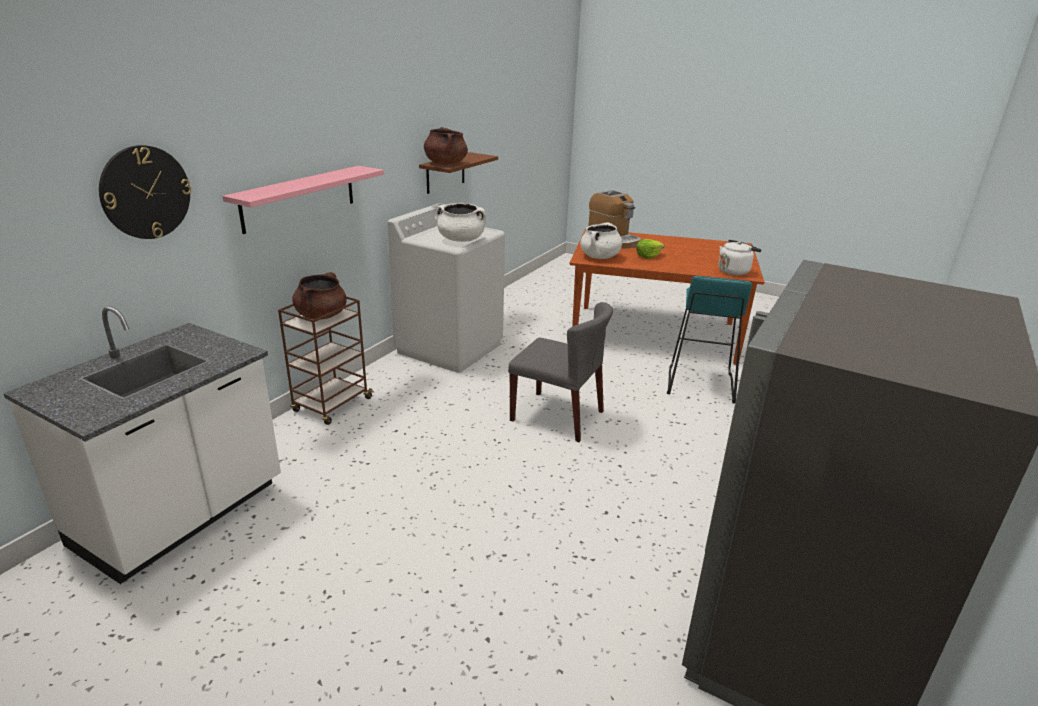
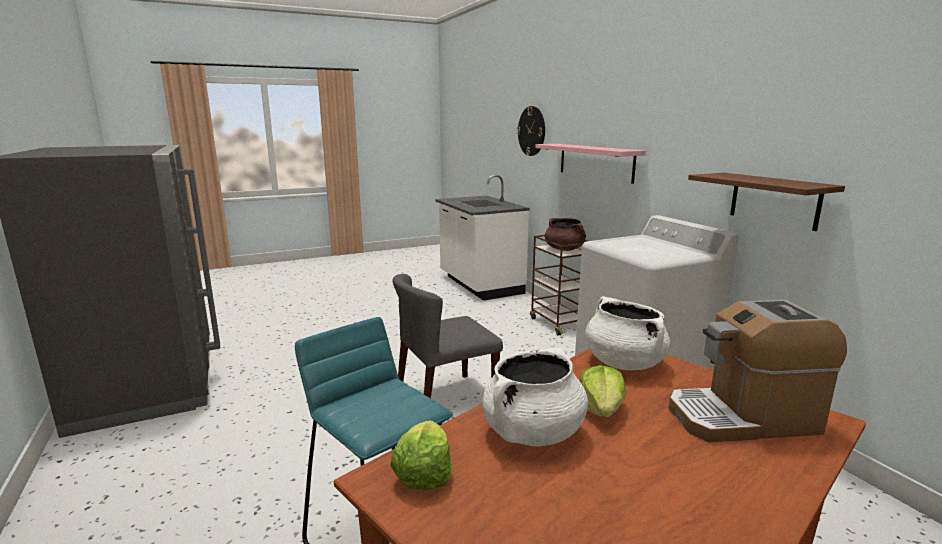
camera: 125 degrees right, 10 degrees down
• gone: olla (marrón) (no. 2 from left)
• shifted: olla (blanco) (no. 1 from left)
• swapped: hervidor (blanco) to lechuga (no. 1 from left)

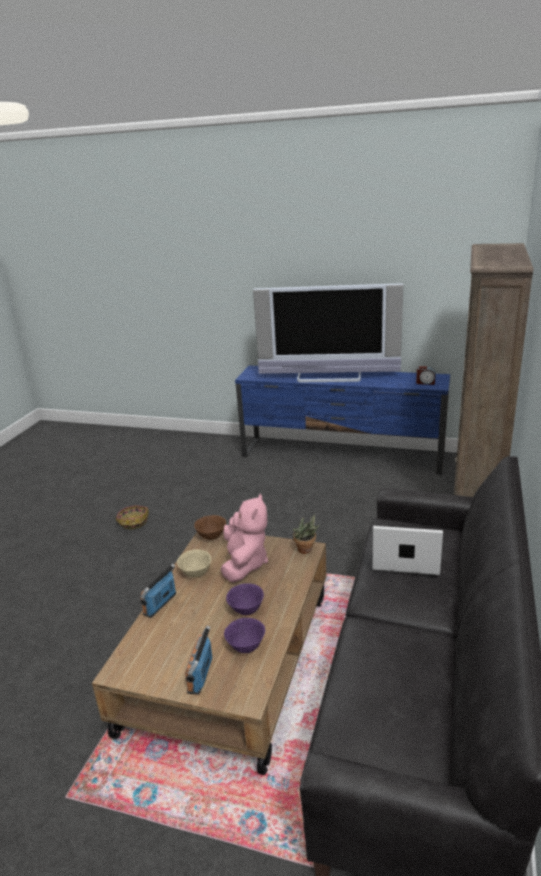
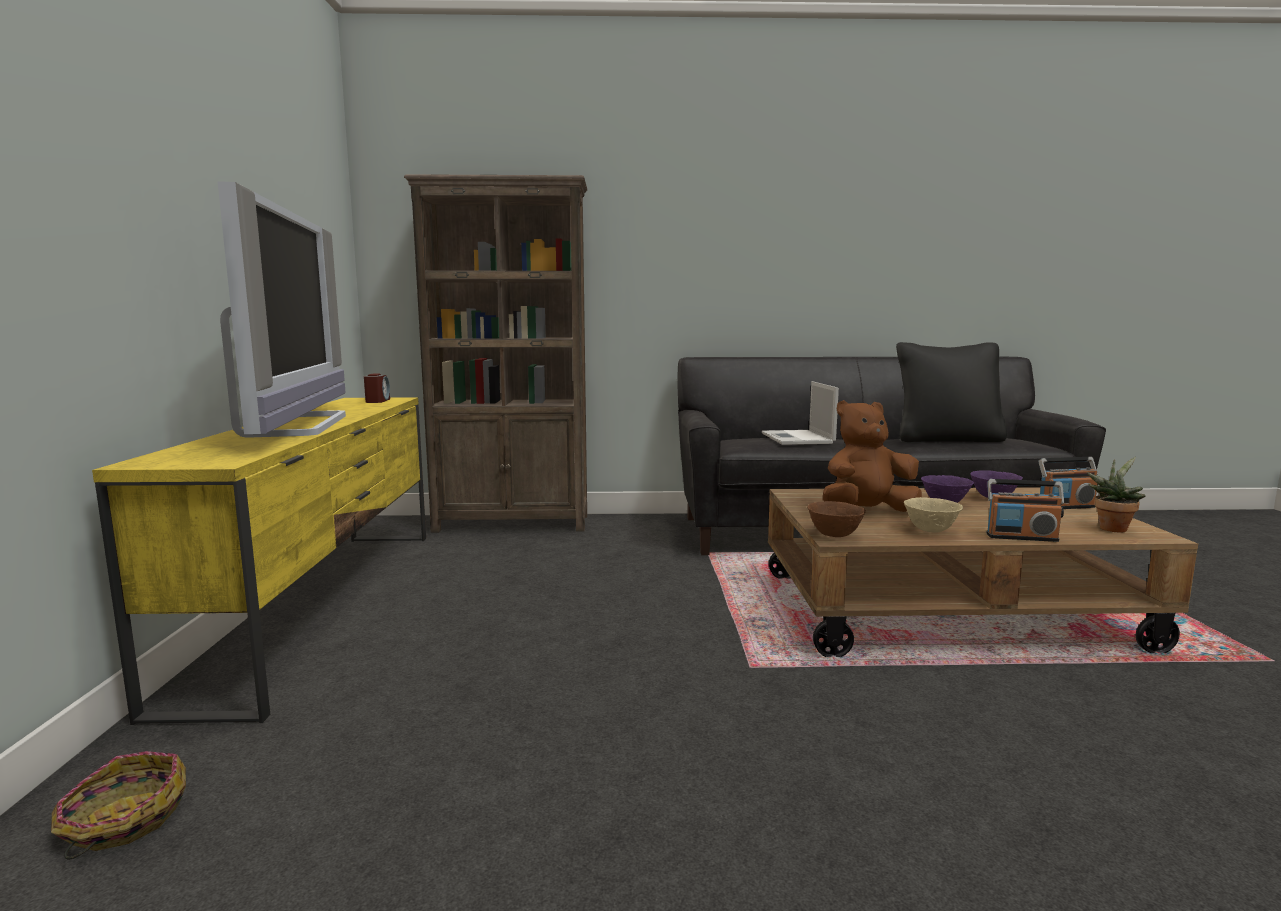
camera: 110 degrees left, 15 degrees down
• new: cojín (negro)
• shifted: cesta
• shifted: planta en maceta
• repainted: peluche (rosa) to peluche (marrón)
• repainted: mueble de televisión (azul) to mueble de televisión (amarillo)

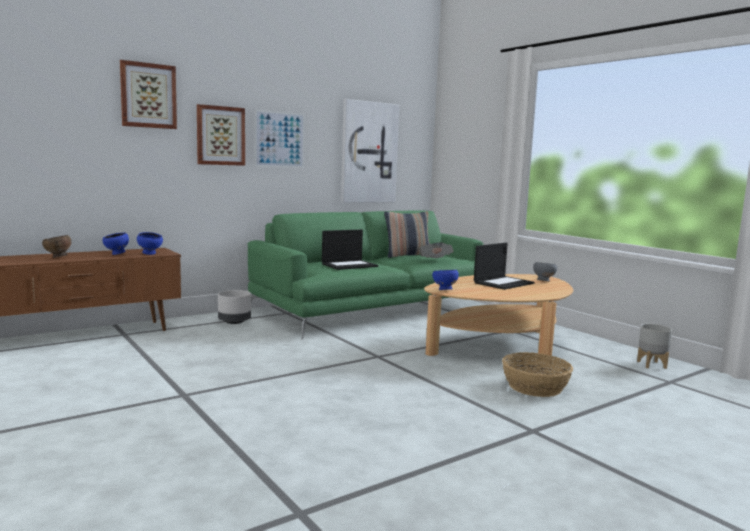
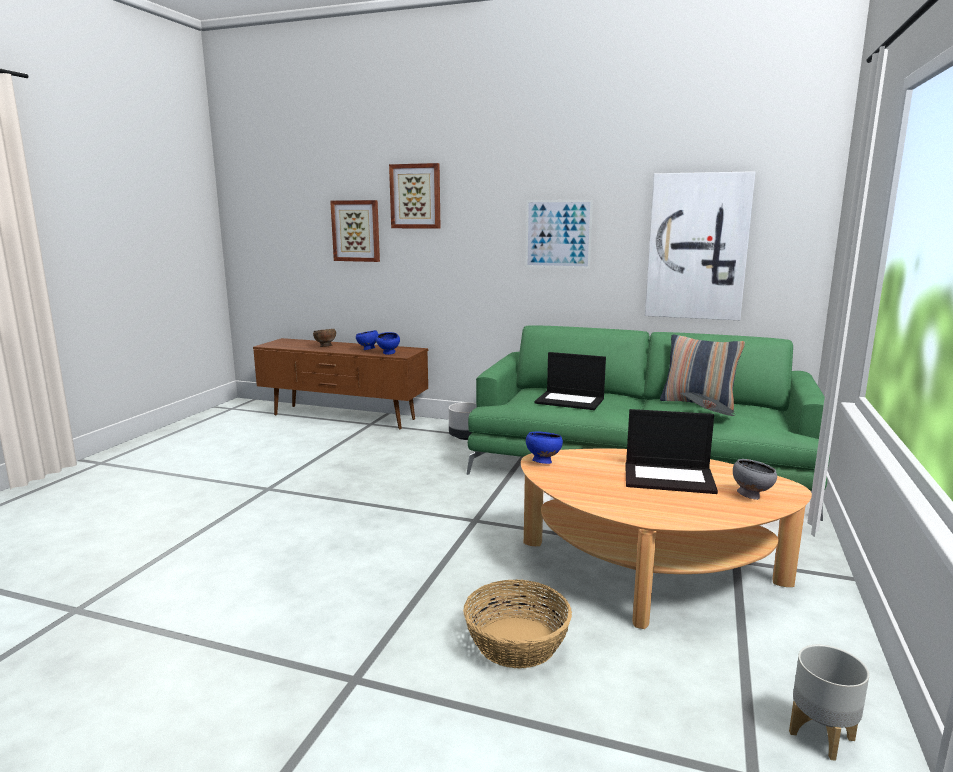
camera: 55 degrees right, 5 degrees up
• shifted: cuadro (no. 2 from left in the first image) to cuadro (no. 1 from left)

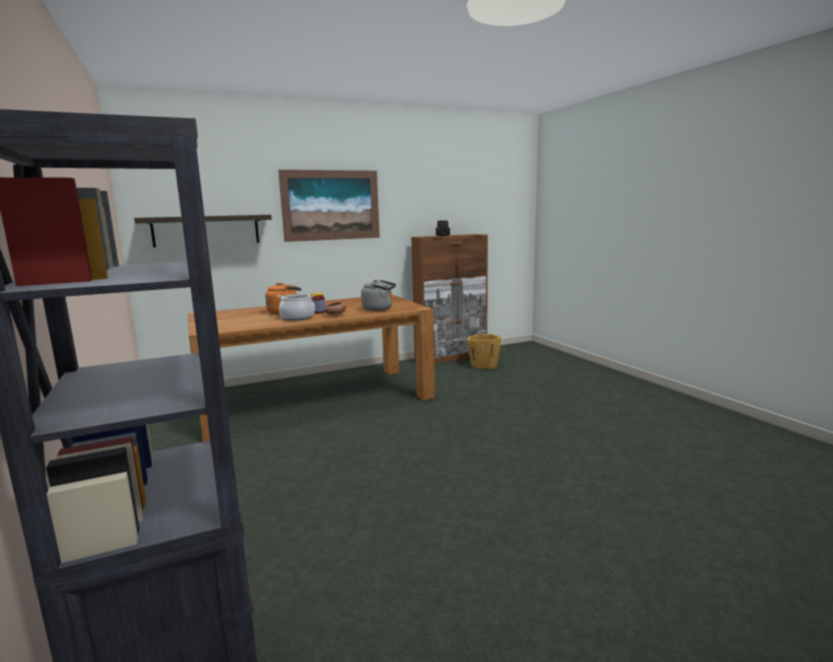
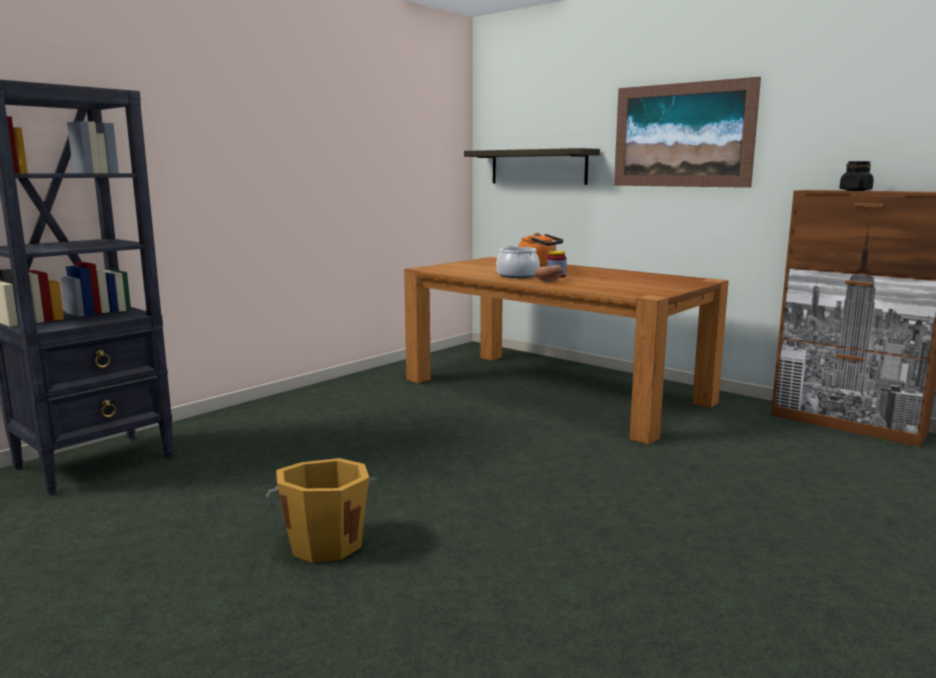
camera: 65 degrees right, 0 degrees up
• gone: hervidor (gris)
• shifted: cubo (naranja)

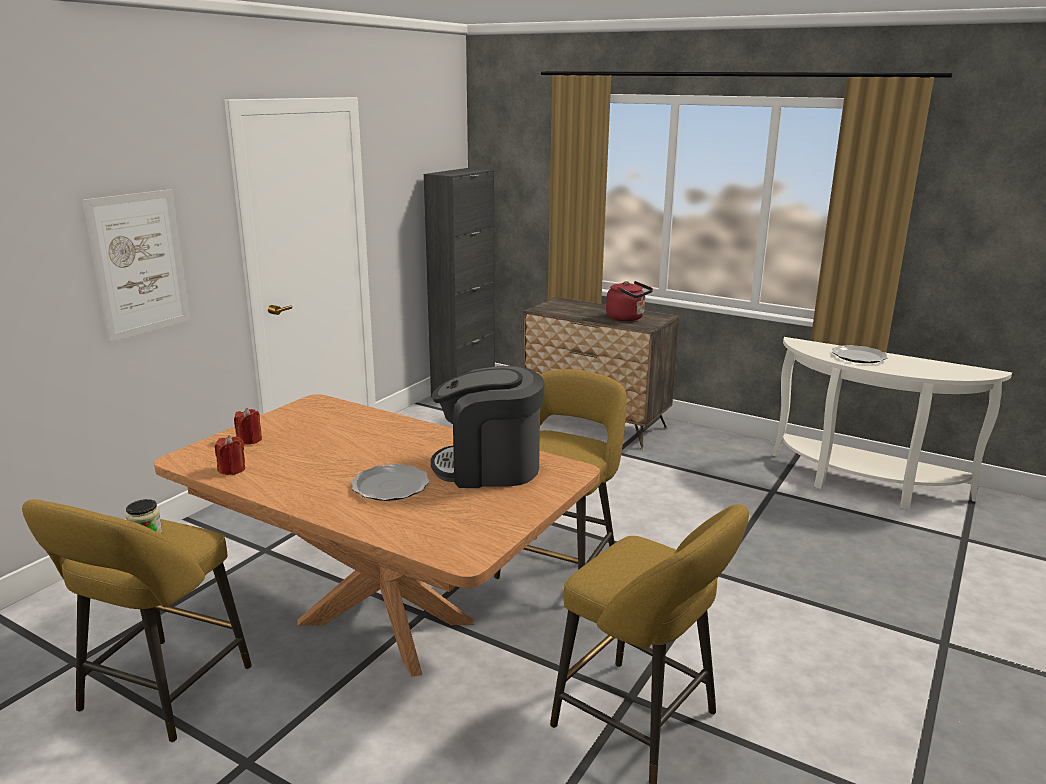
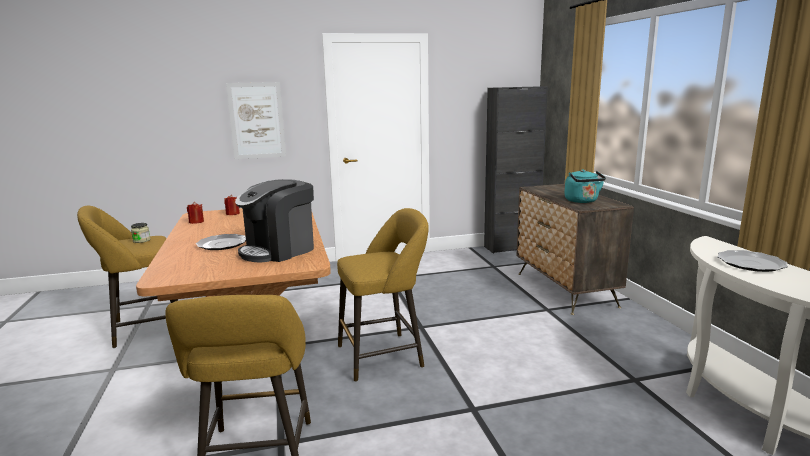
camera: 45 degrees right, 5 degrees down
• repainted: hervidor (rojo) to hervidor (turquesa)
• rotated: cafetera 90 degrees counterclockwise

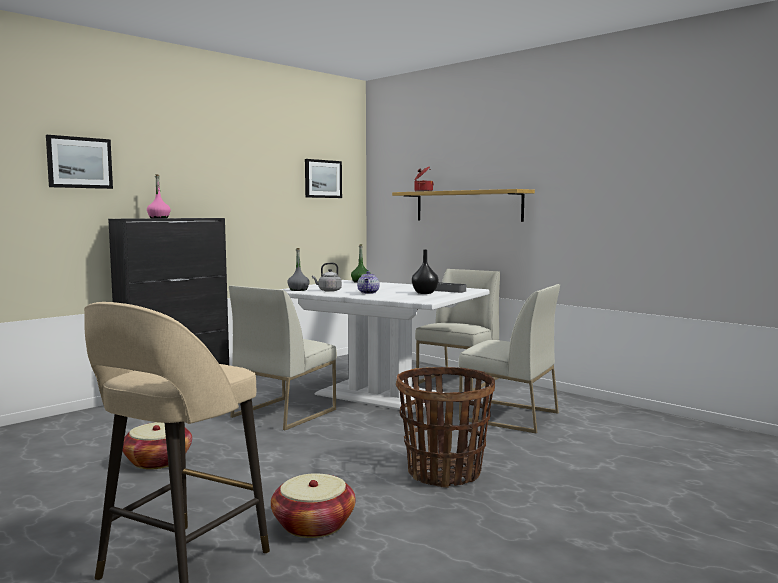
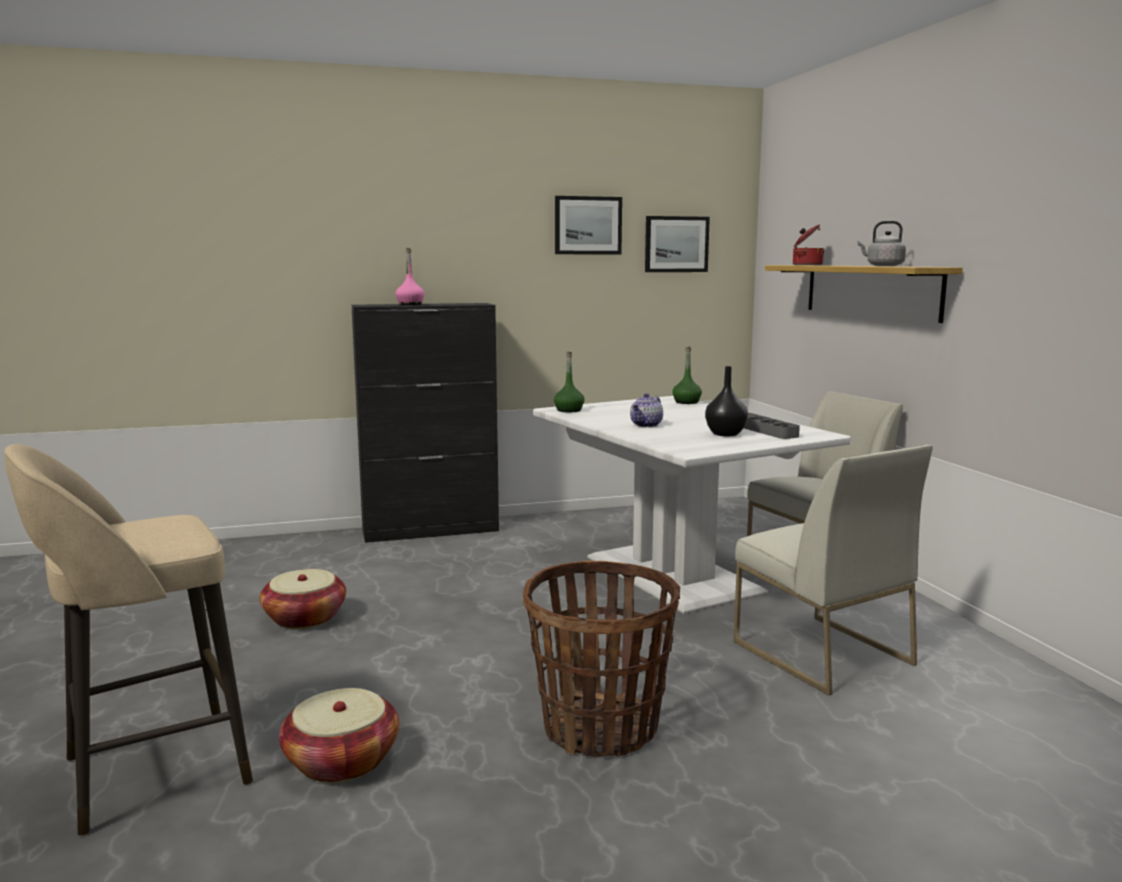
camera: 30 degrees right, 5 degrees up
• gone: silla (blanco) (no. 1 from left)
• shifted: cuadro (no. 1 from left)
• shifted: hervidor (gris)
• repainted: botella (gris) to botella (verde) (no. 1 from left)

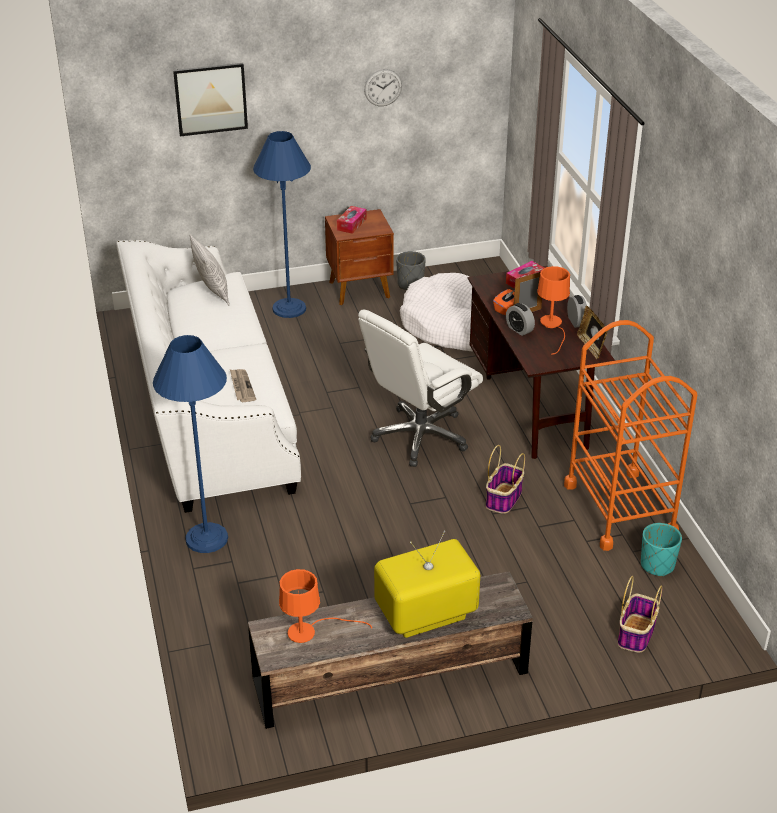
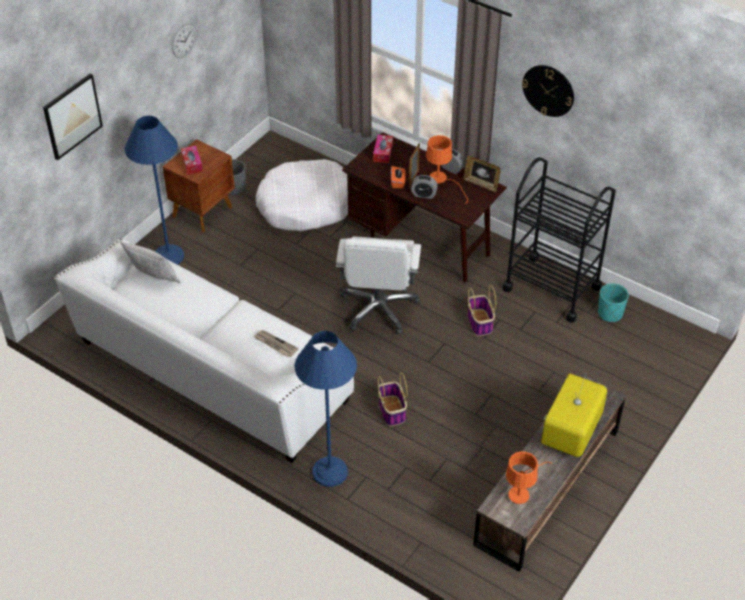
camera: 40 degrees left, 10 degrees up
• new: reloj de pared (no. 2 from left)
• shifted: cesta (no. 2 from left in the first image) to cesta (no. 1 from left)
• repainted: carrito (naranja) to carrito (negro)

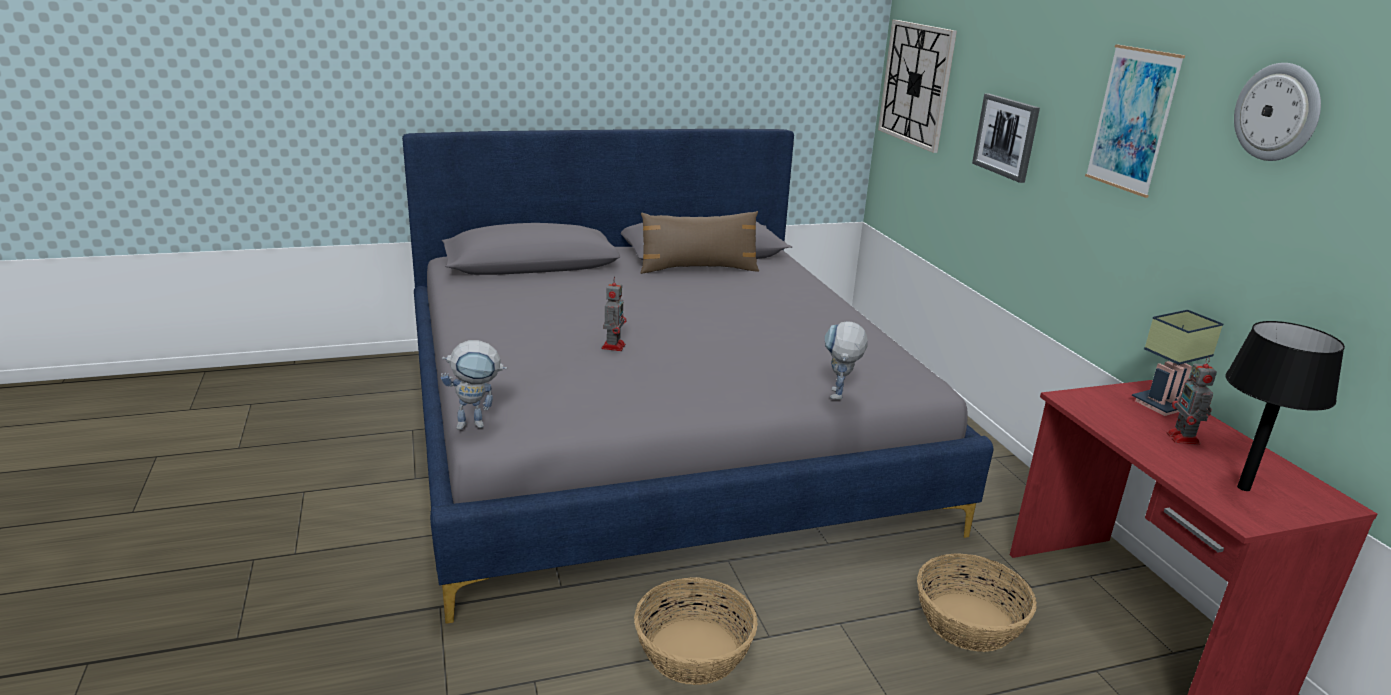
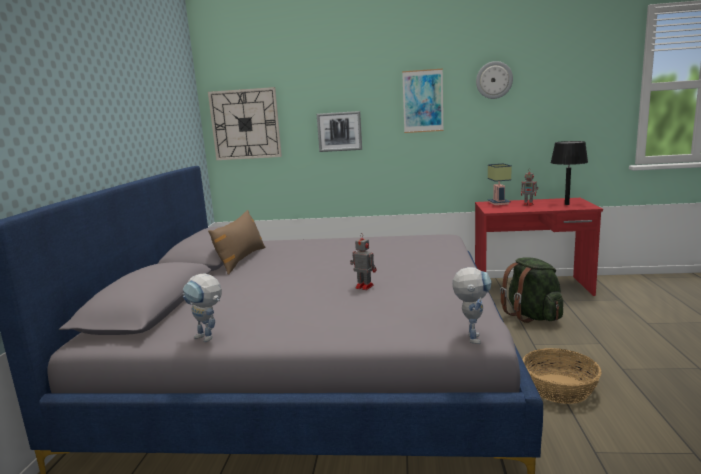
camera: 65 degrees left, 10 degrees down
• shifted: robot de juguete (no. 3 from left in the first image) to robot de juguete (no. 1 from left)
• swapped: cesta (no. 2 from left) to mochila (verde)

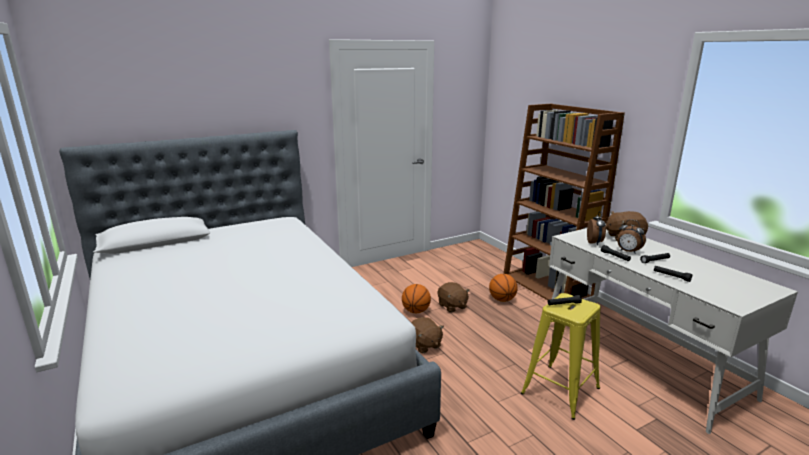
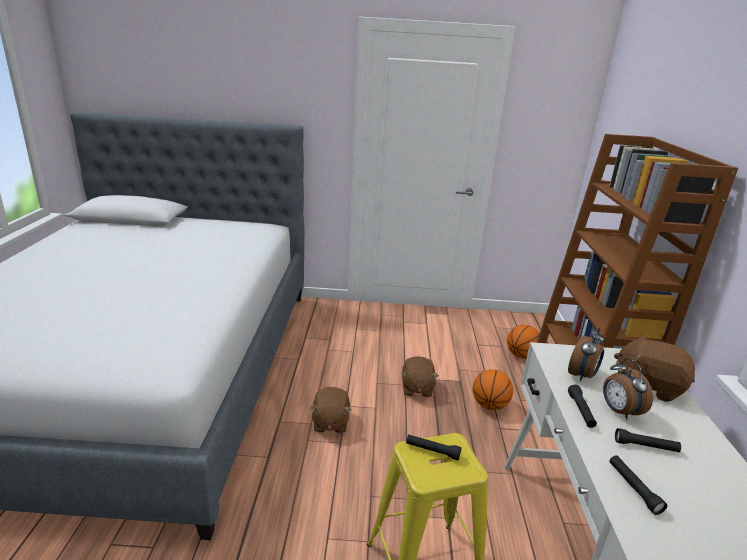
camera: 30 degrees right, 5 degrees up
• shifted: balón de baloncesto (no. 1 from left in the first image) to balón de baloncesto (no. 2 from left)

